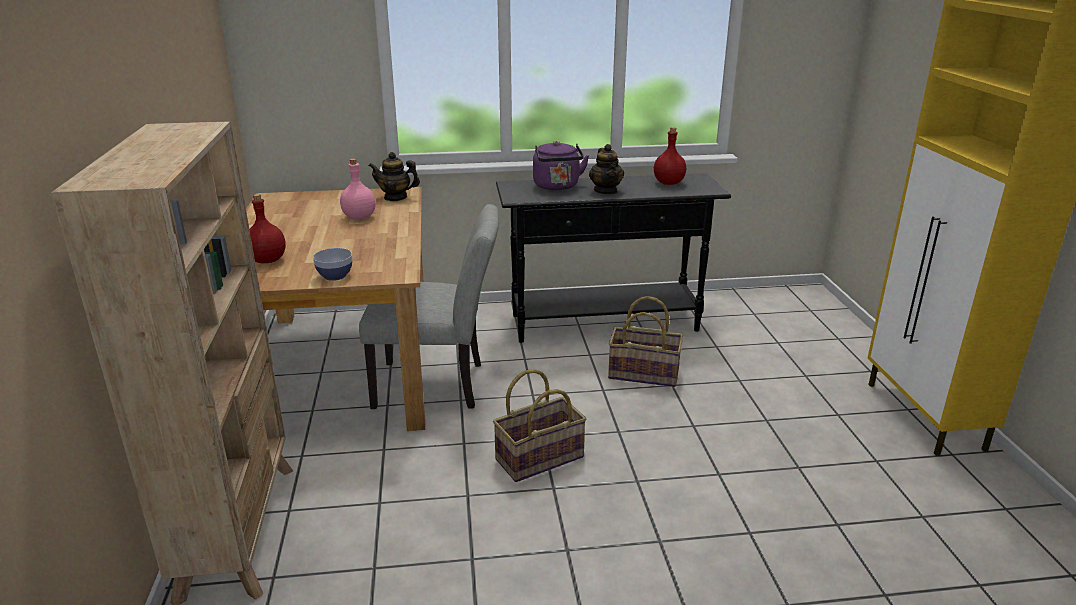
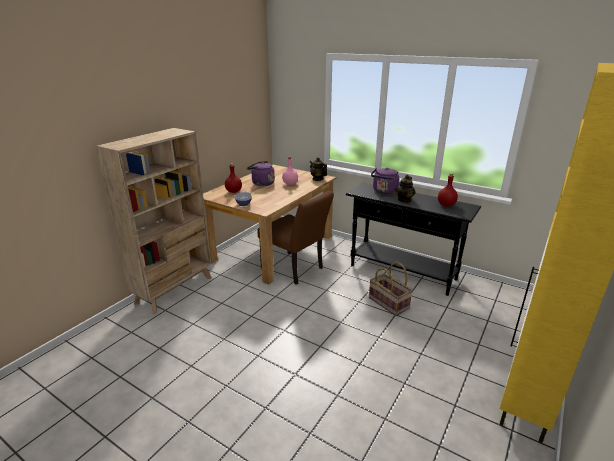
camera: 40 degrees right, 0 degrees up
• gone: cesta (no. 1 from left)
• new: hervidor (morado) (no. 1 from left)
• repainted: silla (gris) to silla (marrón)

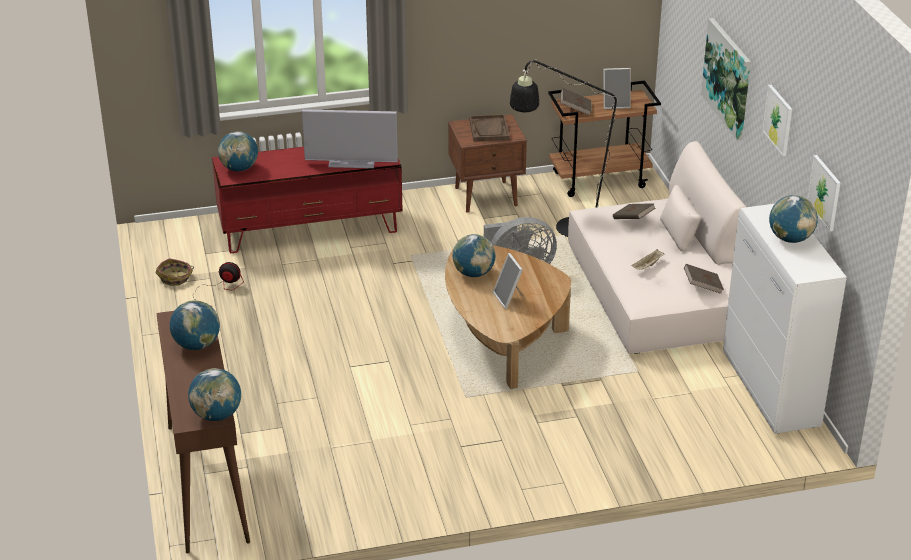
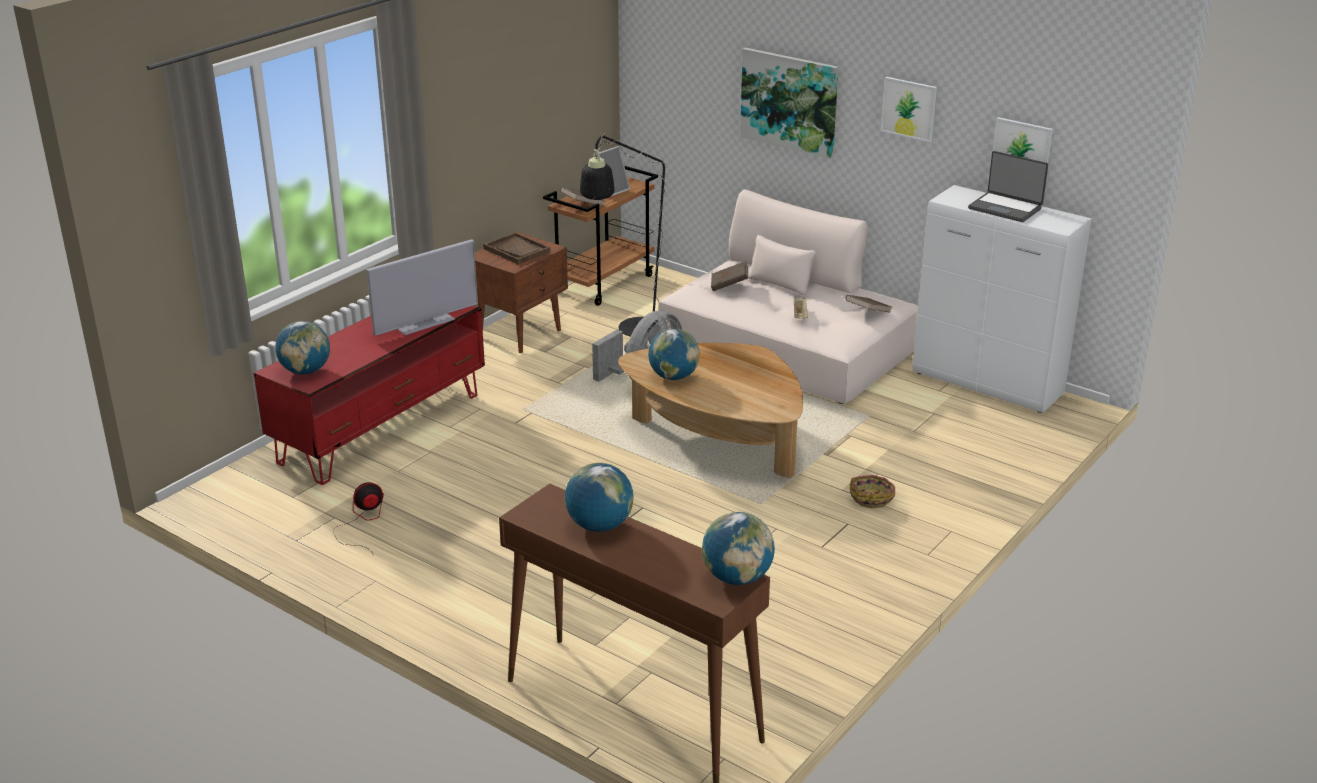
camera: 40 degrees left, 5 degrees down
• gone: portarretratos (no. 1 from left)
• shifted: cesta
• swapped: globo terráqueo (no. 5 from left) to portátil

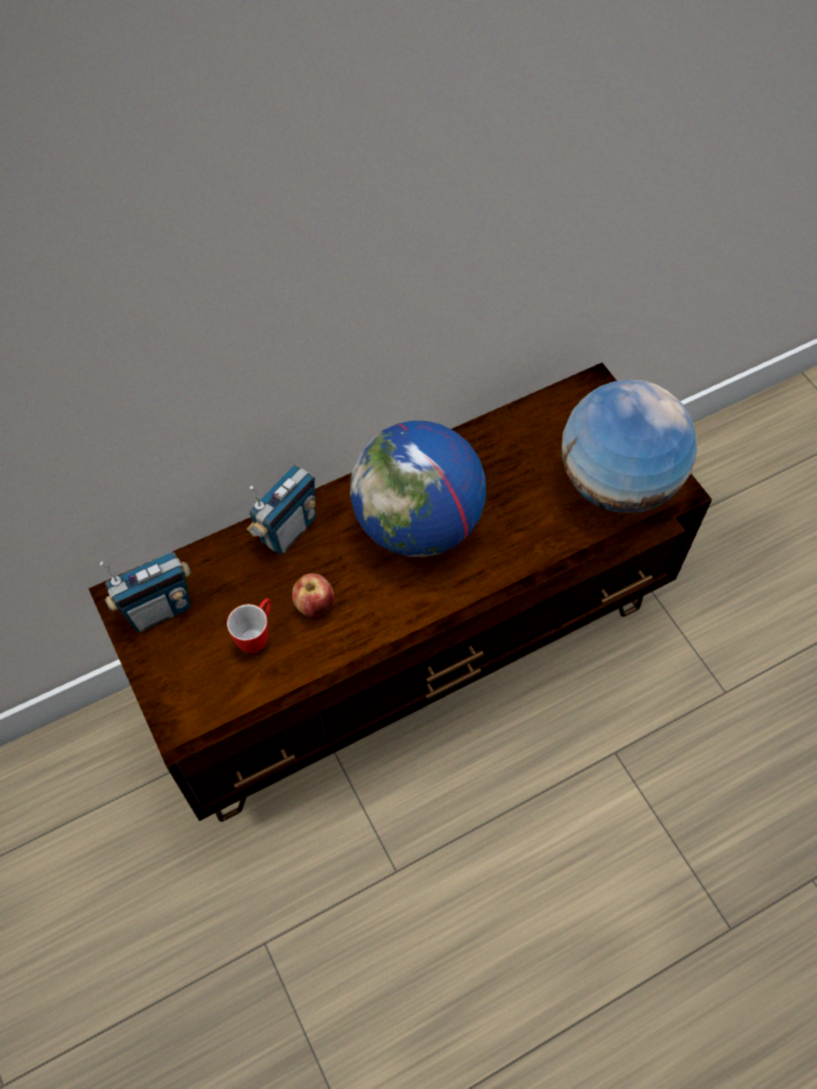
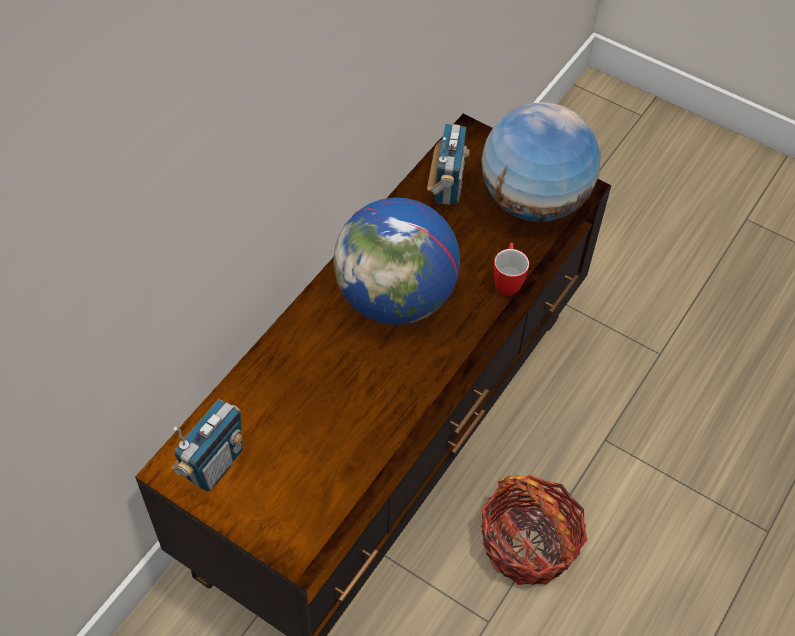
camera: 30 degrees left, 5 degrees down
• gone: manzana
• new: cesta
• shifted: taza grande
• shifted: radio (no. 2 from left)

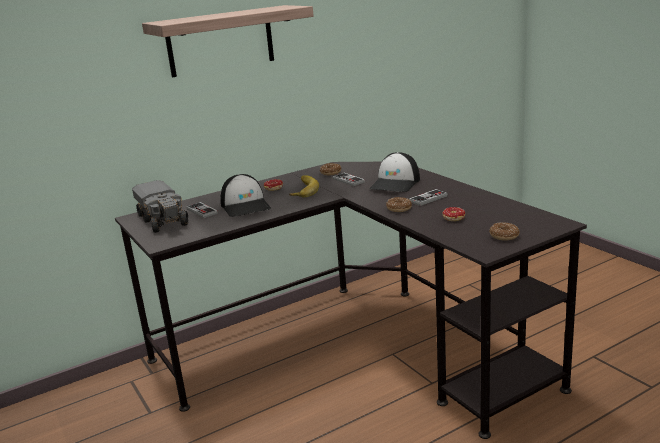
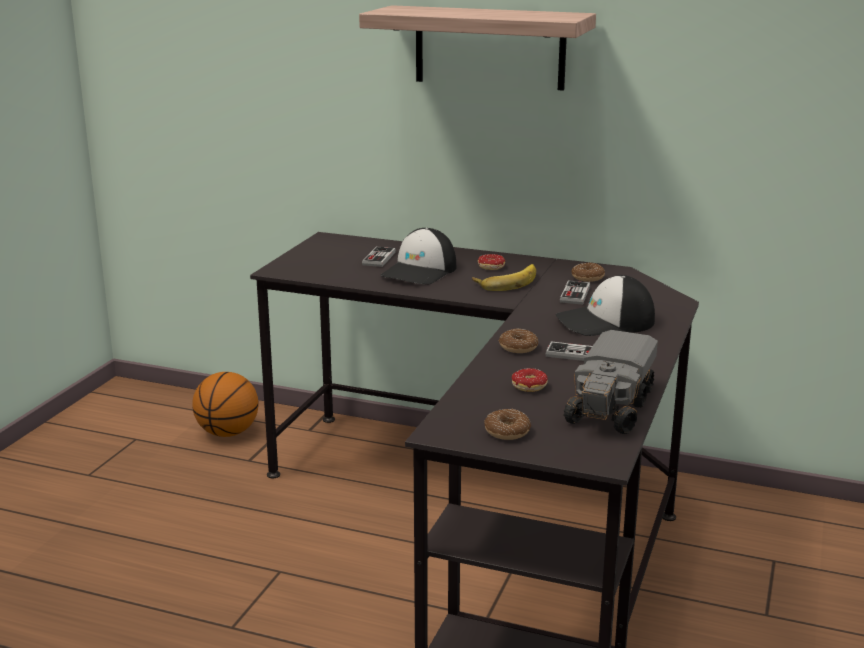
camera: 50 degrees right, 0 degrees up
• new: balón de baloncesto
• shifted: camión de juguete

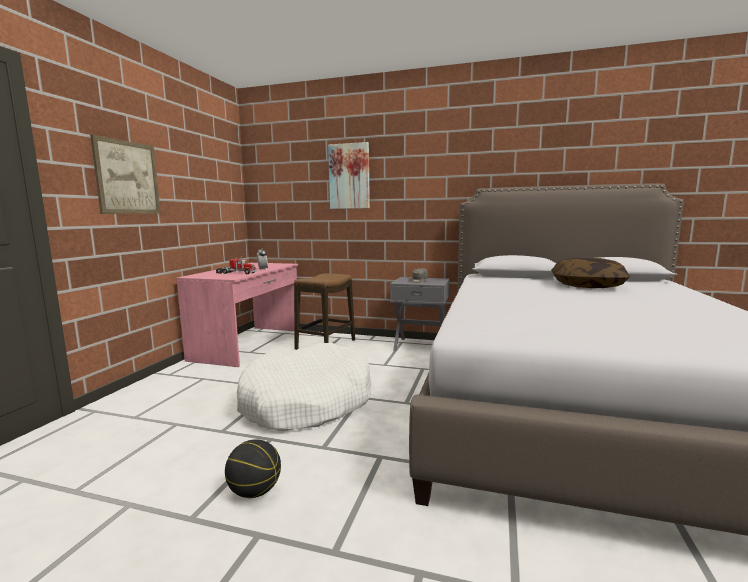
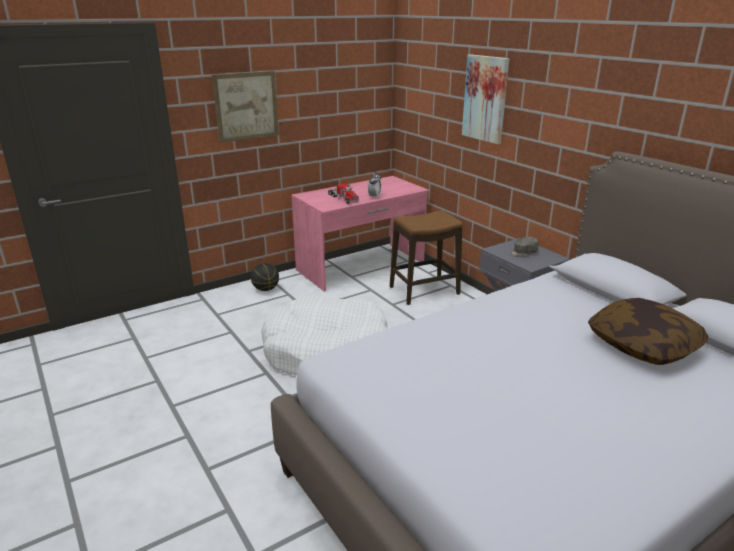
camera: 40 degrees right, 15 degrees up
• shifted: balón de baloncesto

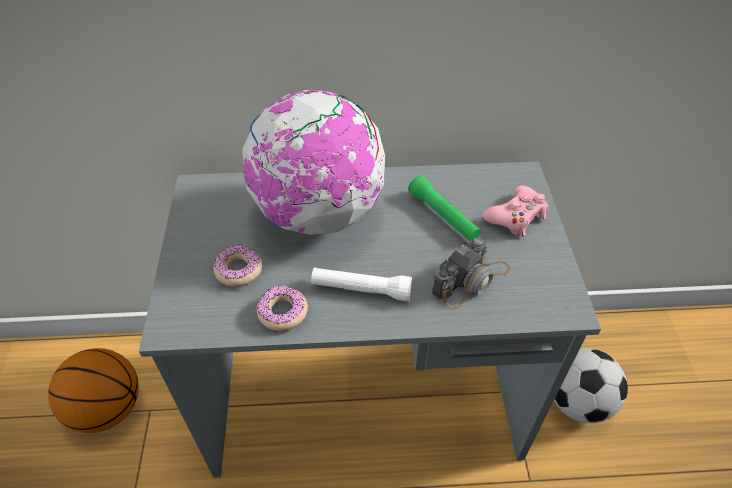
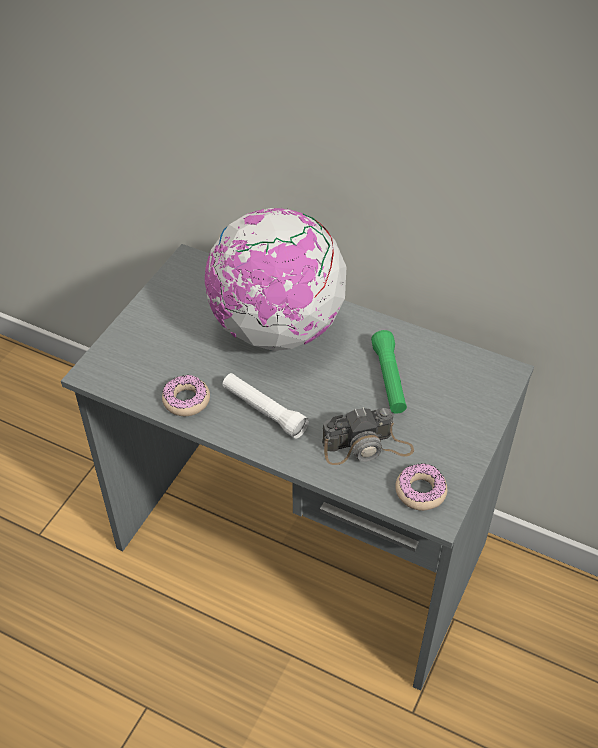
camera: 30 degrees right, 0 degrees up
• gone: balón de baloncesto
• gone: mando de consola (rosa)
• gone: balón de fútbol
• shifted: rosquilla (no. 1 from left in the first image) to rosquilla (no. 2 from left)

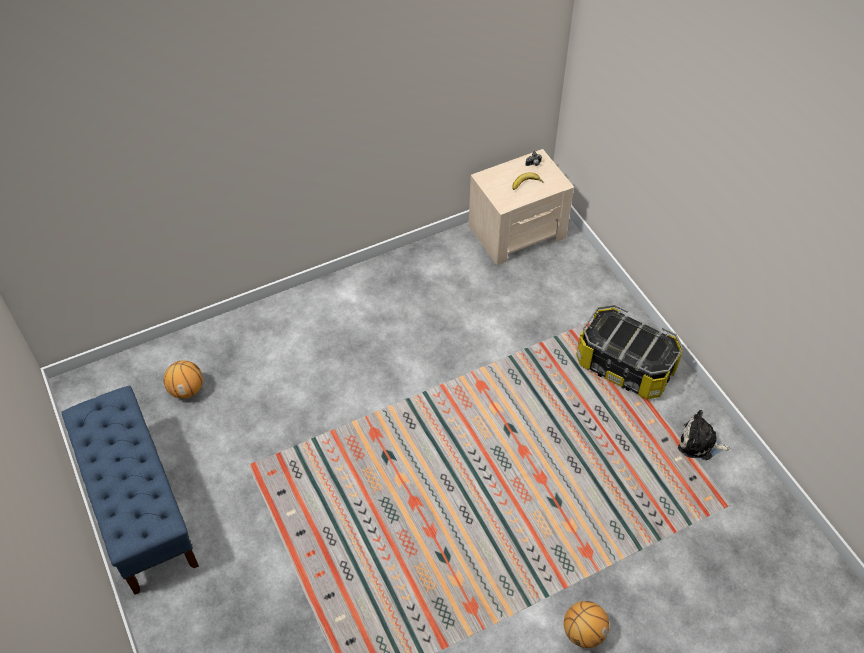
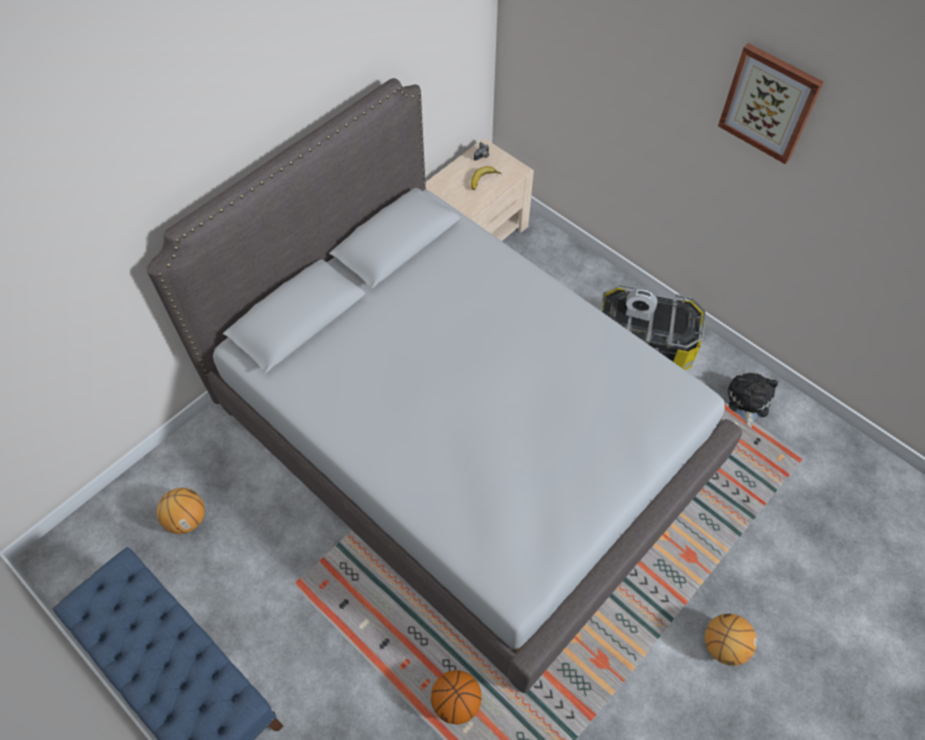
camera: 20 degrees left, 5 degrees up
• new: cama (gris)
• new: balón de baloncesto (no. 2 from left)
• new: despertador
• new: cuadro
• rotated: peluche 105 degrees clockwise

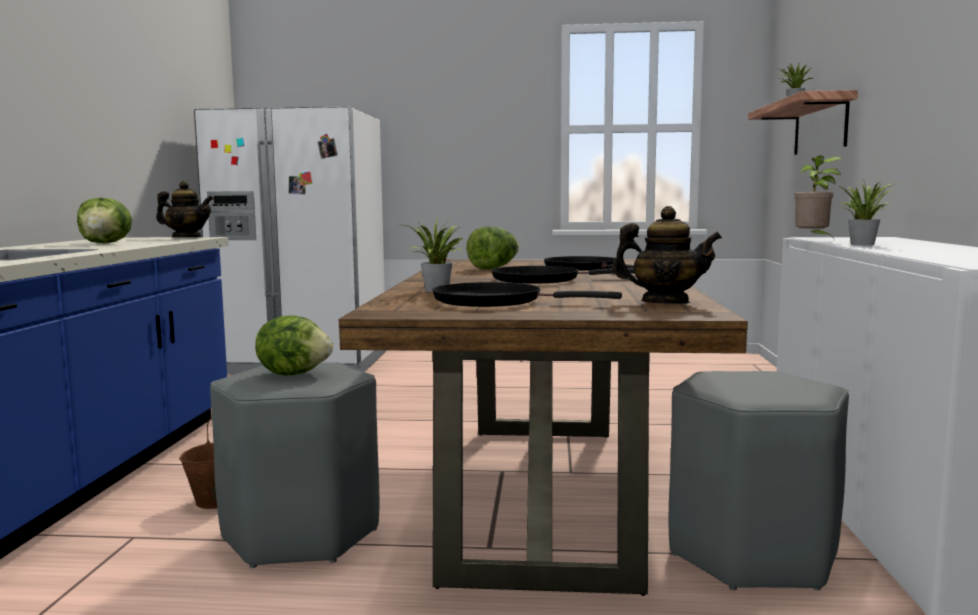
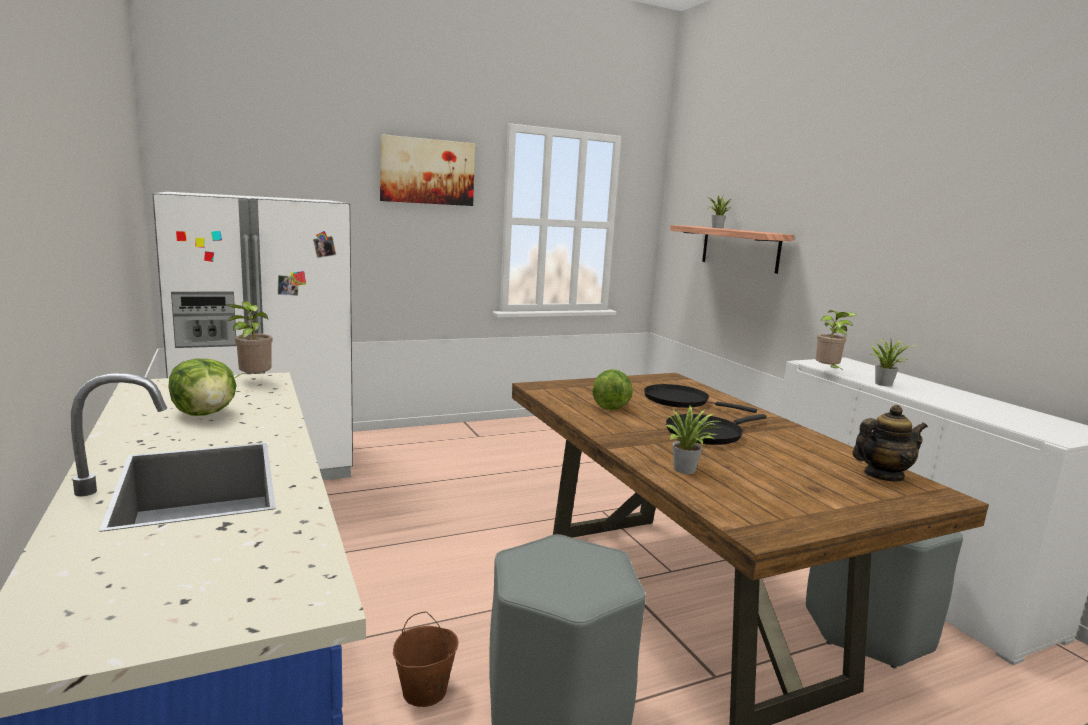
camera: 30 degrees left, 5 degrees up
• gone: lechuga (no. 2 from left)
• gone: sartén (negro) (no. 1 from left)
• new: cuadro
• swapped: tetera (no. 1 from left) to planta en maceta (no. 1 from left)

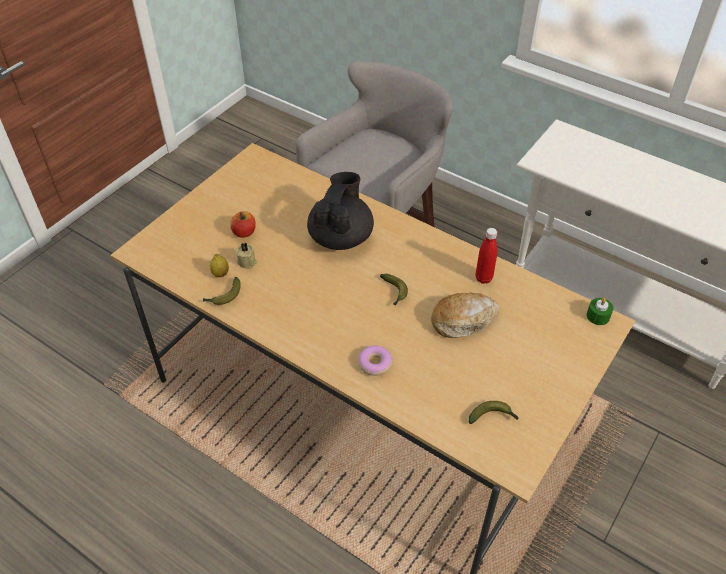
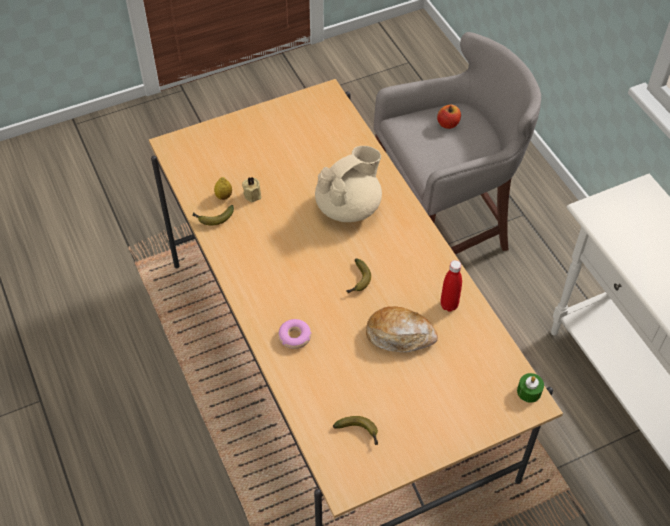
camera: 30 degrees right, 5 degrees up
• shifted: manzana
• repainted: tetera (negro) to tetera (beis)

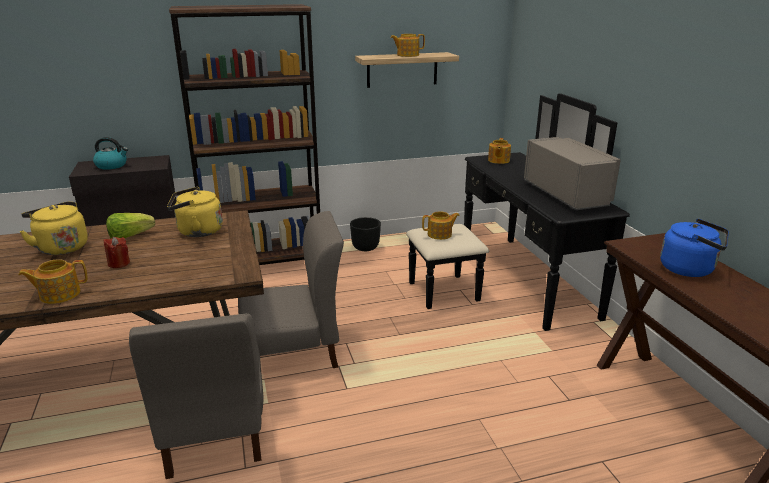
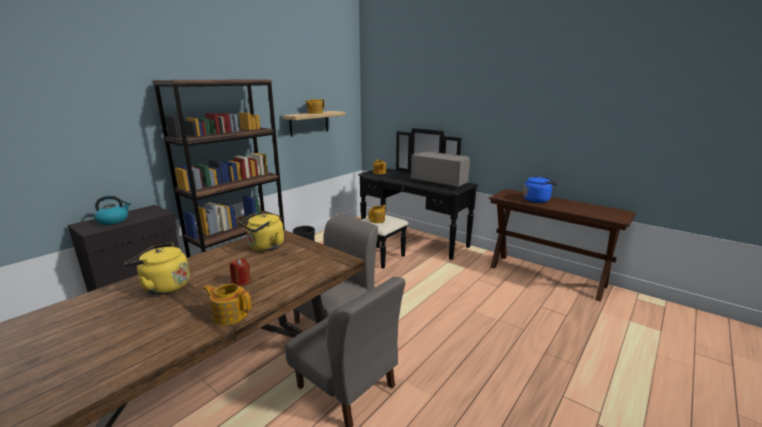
camera: 35 degrees left, 5 degrees down
• gone: lechuga
• rotated: tetera (no. 1 from left) 75 degrees clockwise

